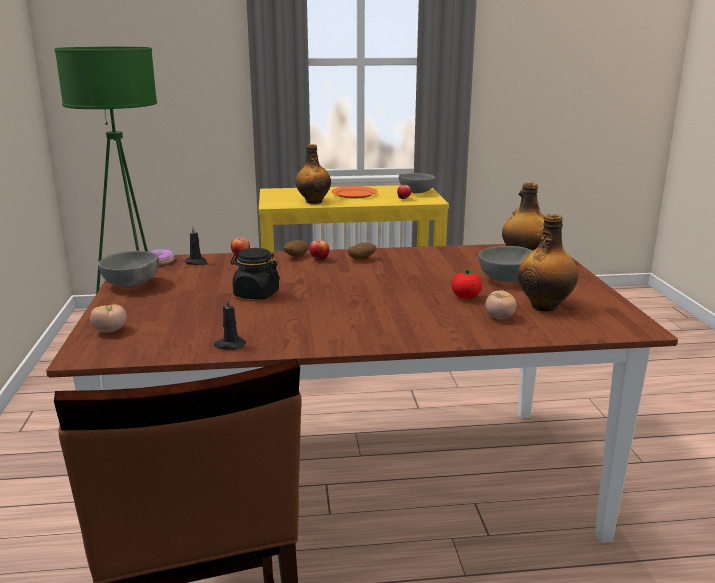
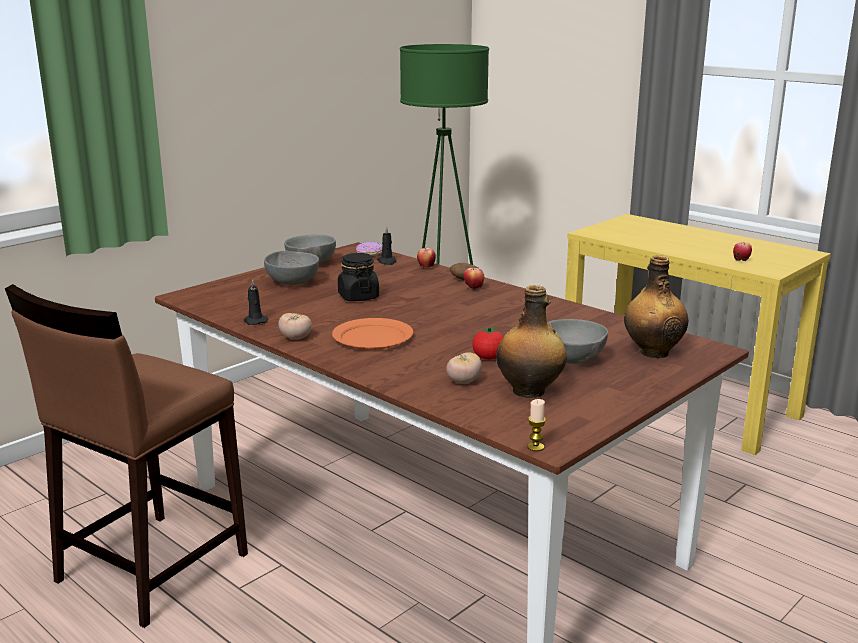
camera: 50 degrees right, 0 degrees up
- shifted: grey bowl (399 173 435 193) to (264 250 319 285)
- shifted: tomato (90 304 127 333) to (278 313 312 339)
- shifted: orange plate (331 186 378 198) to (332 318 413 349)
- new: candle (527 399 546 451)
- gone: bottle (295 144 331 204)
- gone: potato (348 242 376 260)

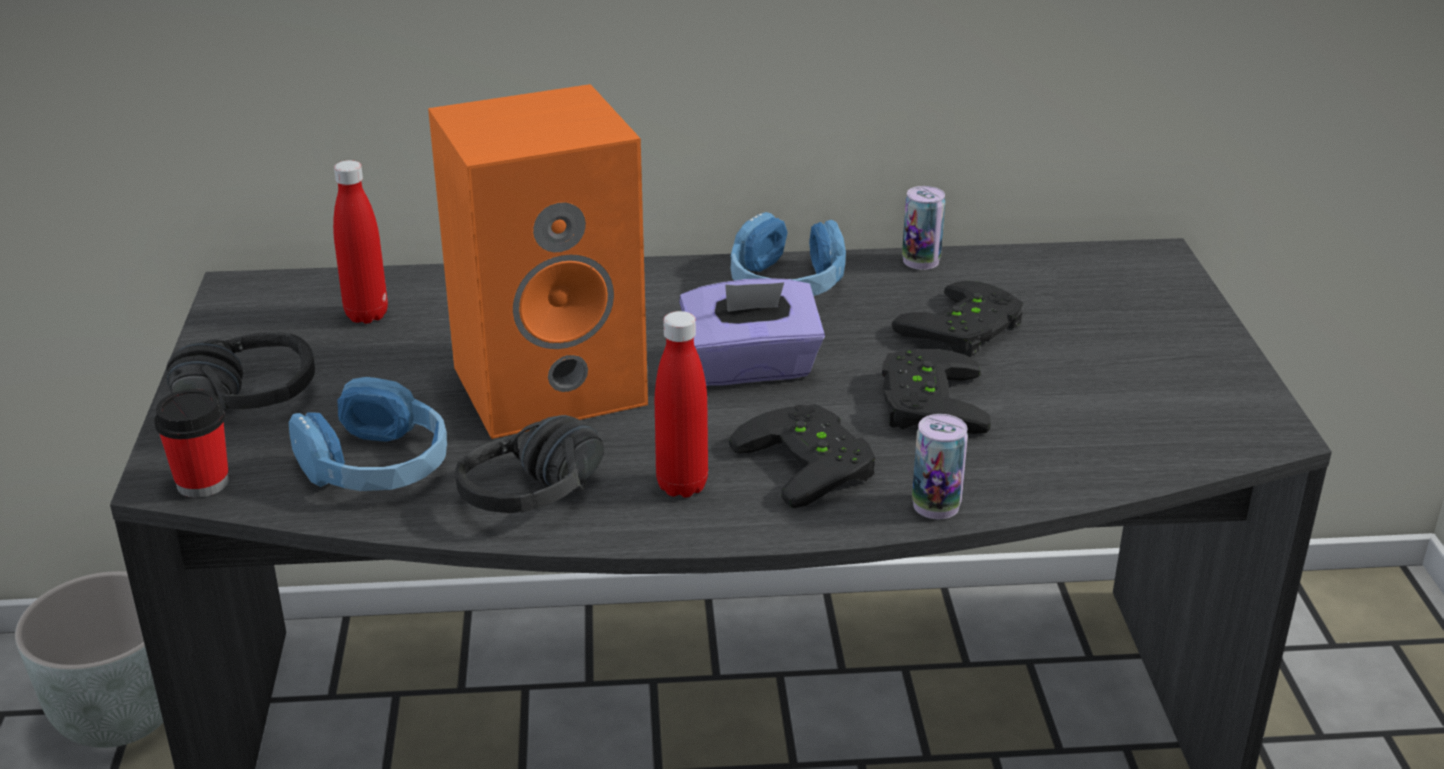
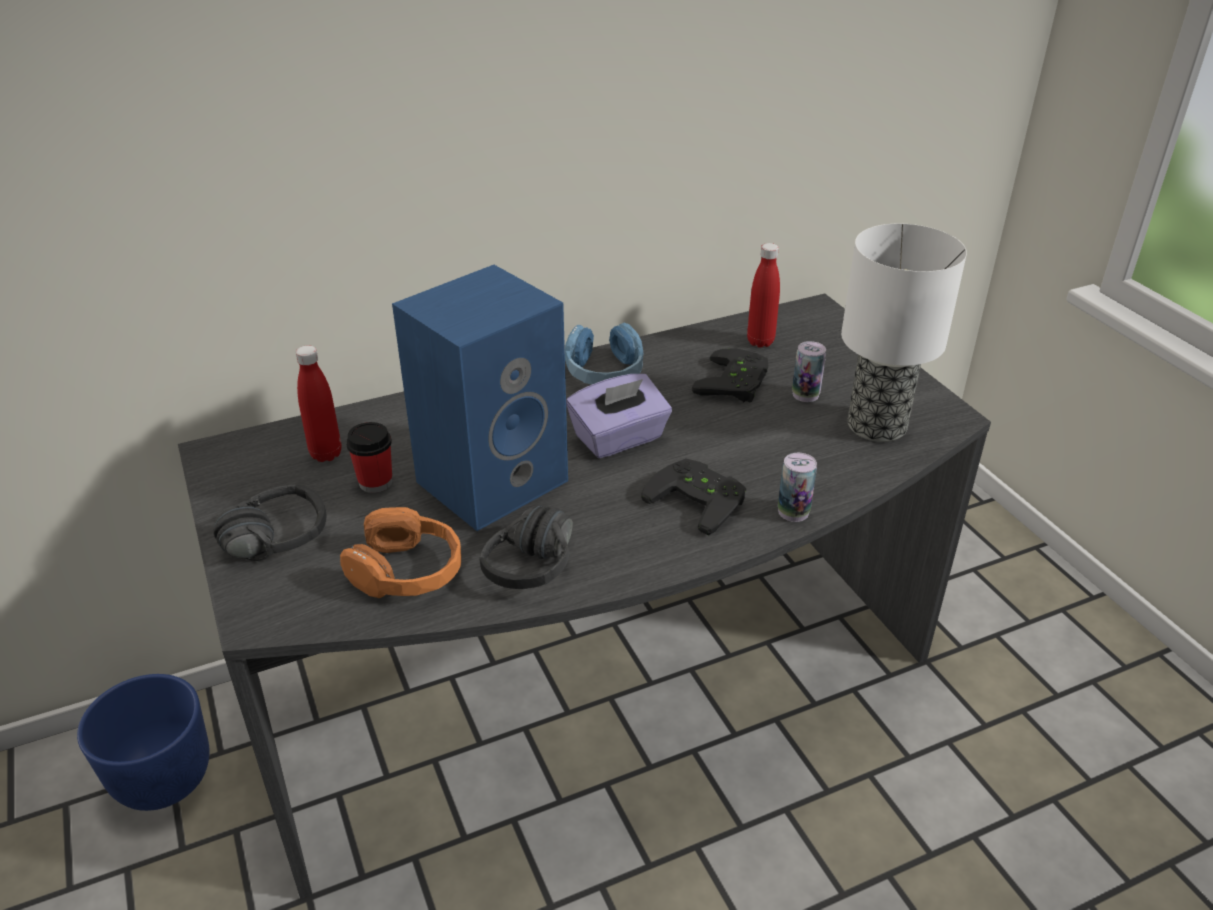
camera: 20 degrees left, 5 degrees up
- repainted: grey planter (15 571 163 748) to blue planter (77 674 209 811)
- repainted: blue headphones (289 377 447 491) to orange headphones (340 507 461 598)
- shifted: cup (154 389 229 498) to (346 422 392 493)
- repainted: orange speaker (428 84 648 439) to blue speaker (392 265 568 531)
- shifted: red bottle (655 311 708 498) to (747 243 780 348)
- shifted: can (902 186 945 270) to (792 341 826 402)
- new: table lamp (841 224 967 442)
- gone: black game controller (882 349 991 434)

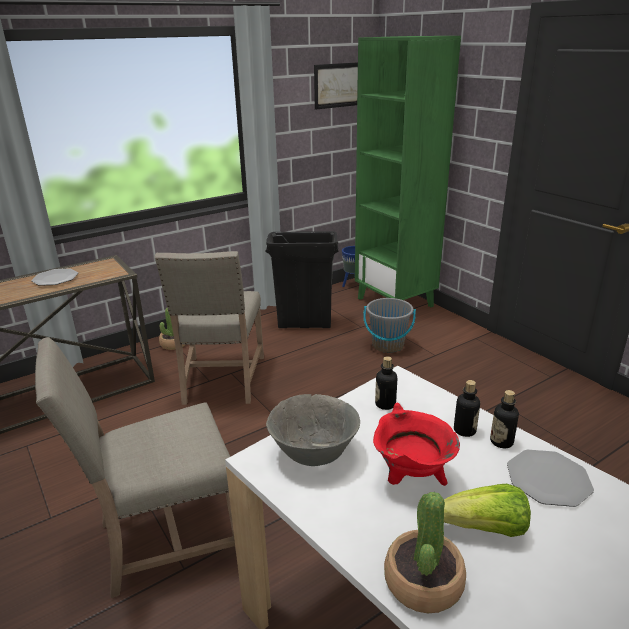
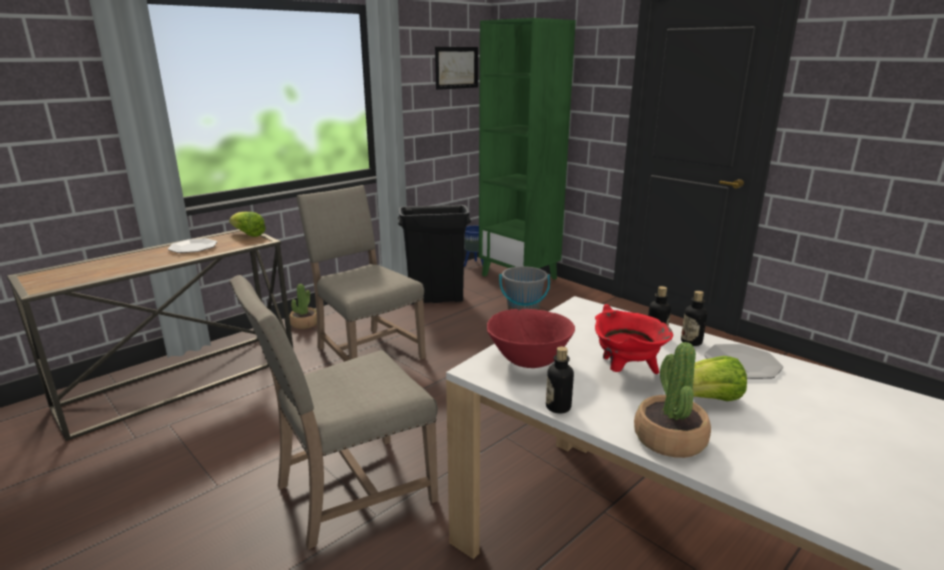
camera: 10 degrees left, 5 degrees down
- new: lettuce (229 212 266 237)
- rotated: beige chair (155 251 264 405) = (296 185 426 362) 150 degrees clockwise
- repainted: grey bowl (266 394 360 466) to red bowl (487 309 575 368)
- shifted: bottle (375 356 397 410) to (546 346 574 414)

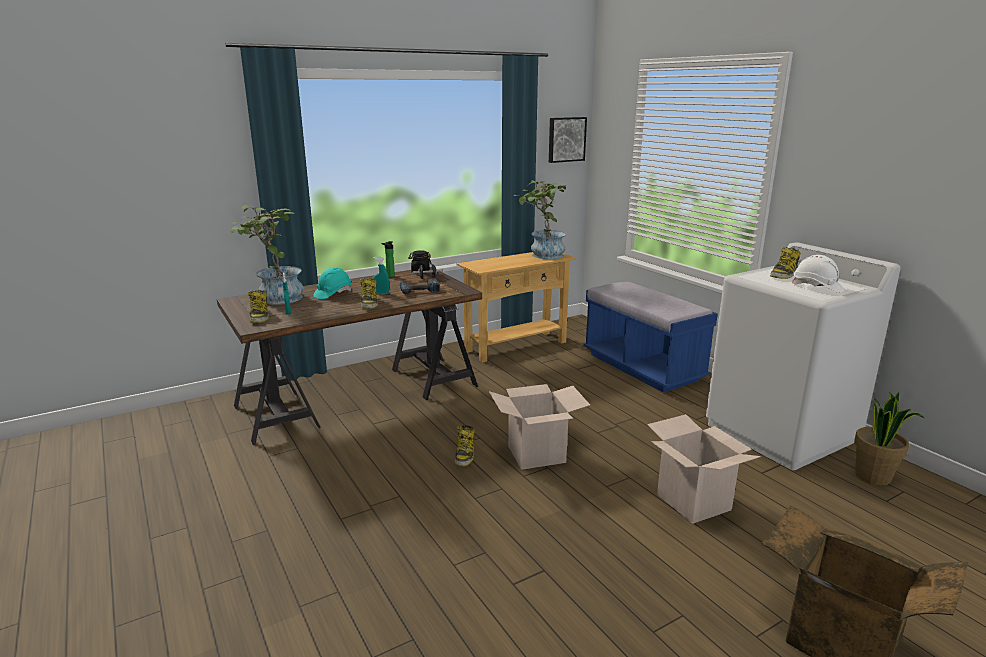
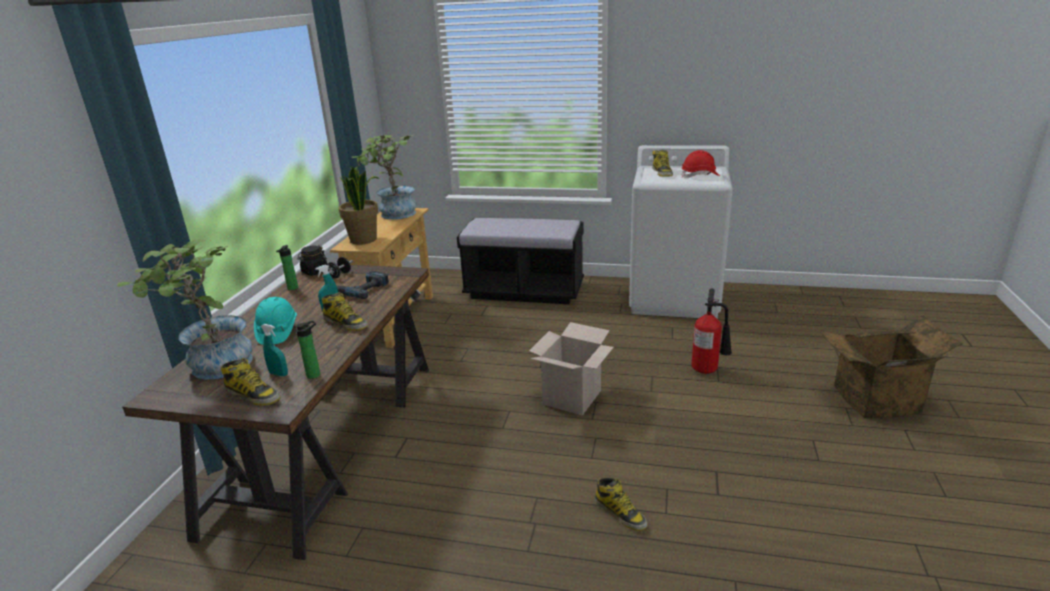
camera: 45 degrees left, 5 degrees up
- new: bottle (295 320 320 379)
- shifted: potted plant (854 392 925 486) to (339 167 379 245)
- repainted: blue bench (583 282 718 392) to black bench (457 218 584 304)
- shifted: boot (455 425 475 466) to (595 478 648 531)
- repainted: white hard hat (792 255 844 293) to red hard hat (681 150 720 178)
- swapped: cardboard box (647 414 761 524) to fire extinguisher (692 288 732 374)
- gone: picture (549 117 587 163)

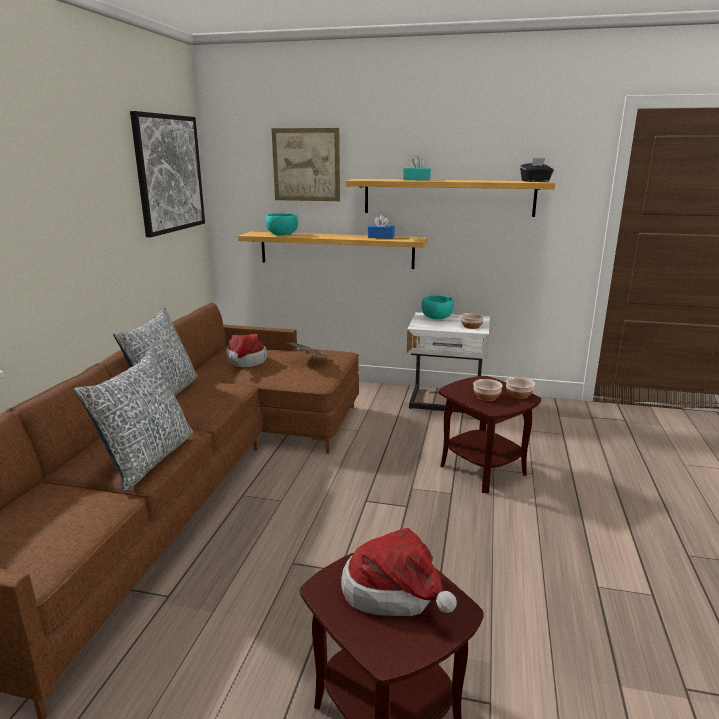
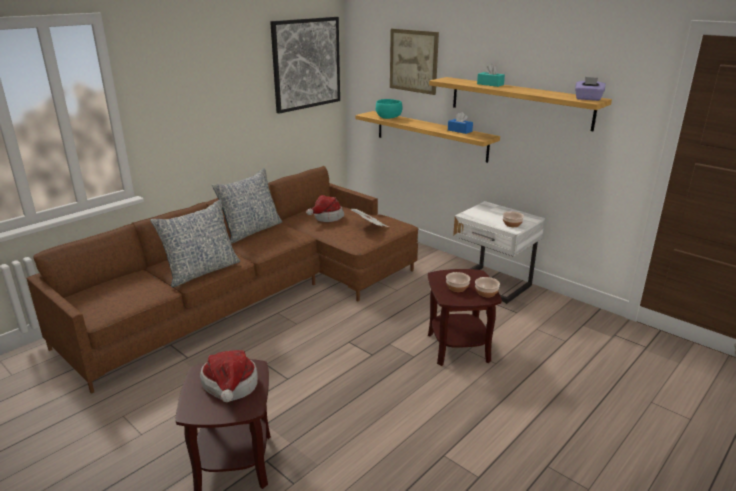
camera: 30 degrees right, 5 degrees up
- repainted: black tissue box (520 158 554 182) to purple tissue box (575 77 606 101)
- gone: turquoise bowl (421 295 454 319)

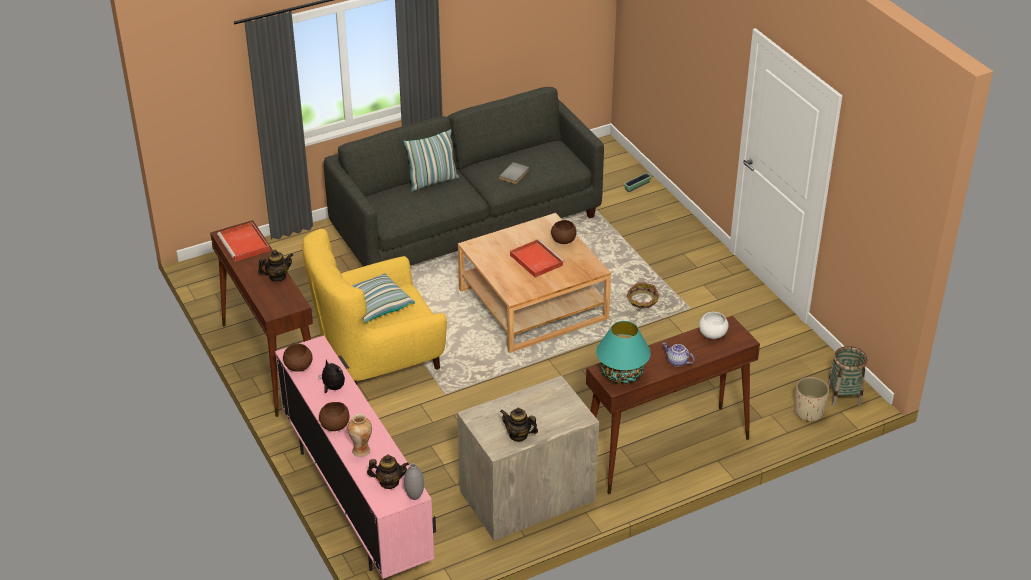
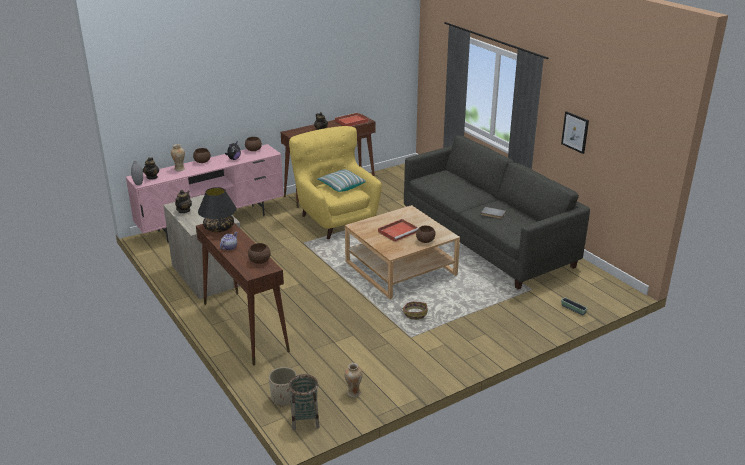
camera: 85 degrees right, 10 degrees down
- repainted: turquoise table lamp (596 321 651 384) to black table lamp (198 187 237 232)
- repainted: white bowl (699 312 728 339) to brown bowl (248 243 271 264)
- new: vase (344 363 363 397)
- new: picture (561 111 589 154)
- gone: pillow (403 129 459 192)

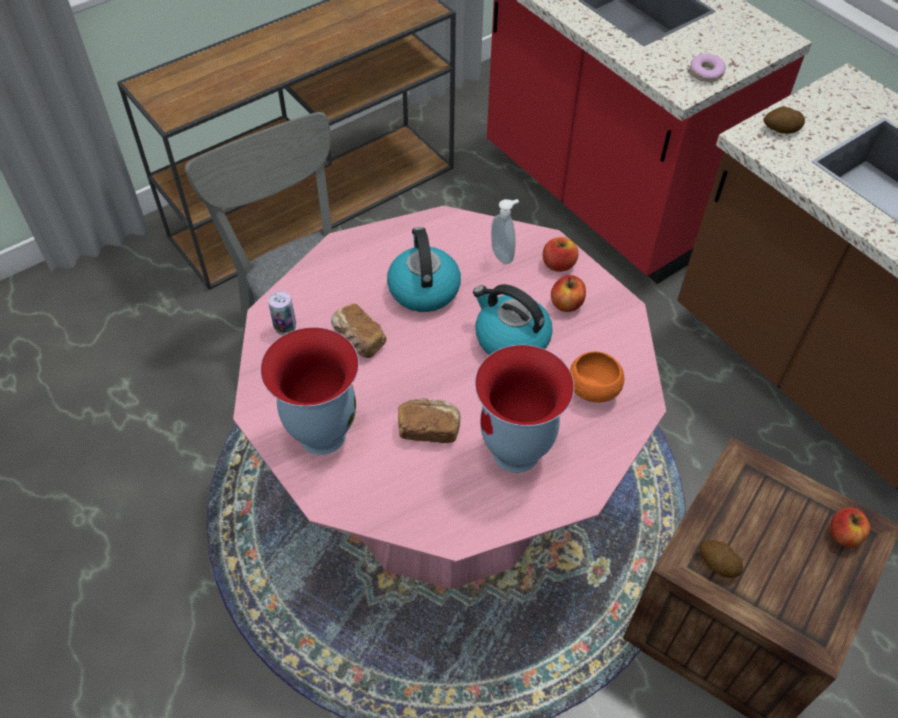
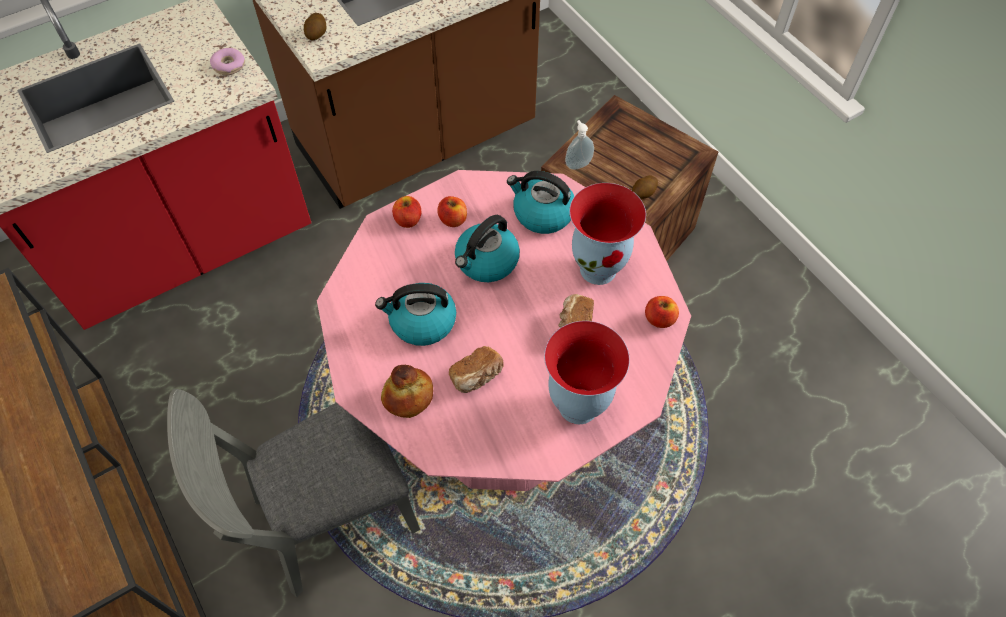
camera: 85 degrees left, 5 degrees up
- new: bread (381 365 433 418)
- swapped: orange bowl (570 351 624 402) to kettle (507 171 574 234)
- shifted: soap dispenser (491 199 519 265) to (565 120 594 170)
- shifted: apple (830 507 870 547) to (645 296 679 328)
- gone: can (268 291 296 336)

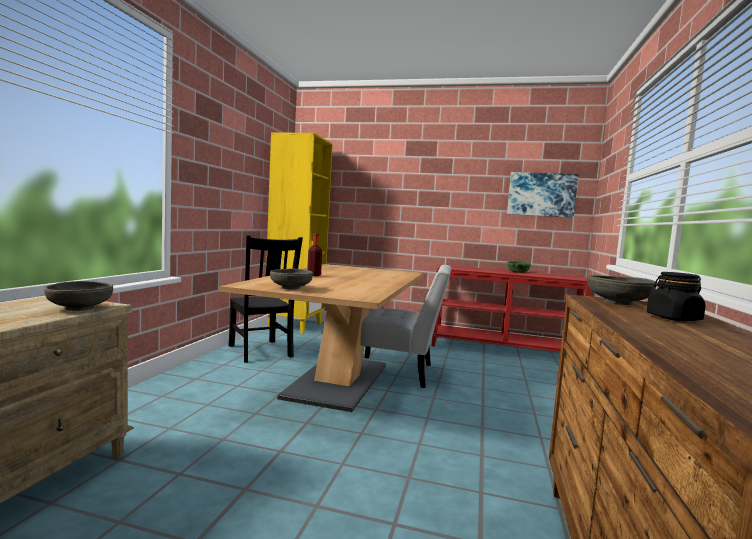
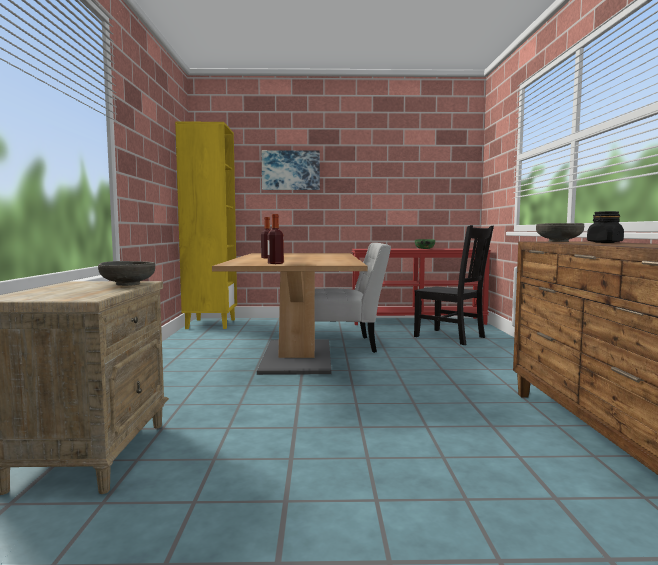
camera: 15 degrees left, 0 degrees up
- shifted: picture (507 172 578 218) to (262 150 320 190)
- swapped: grey bowl (270 269 313 290) to bottle (267 214 284 264)
- shifted: black chair (229 235 303 363) to (414 225 494 345)

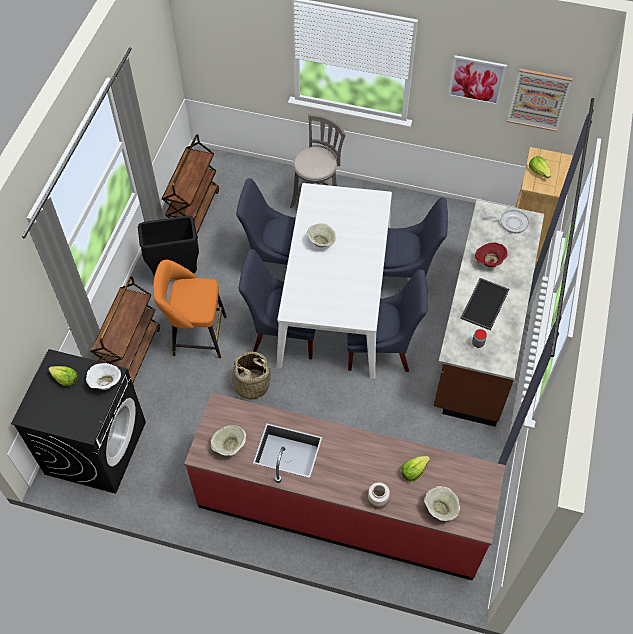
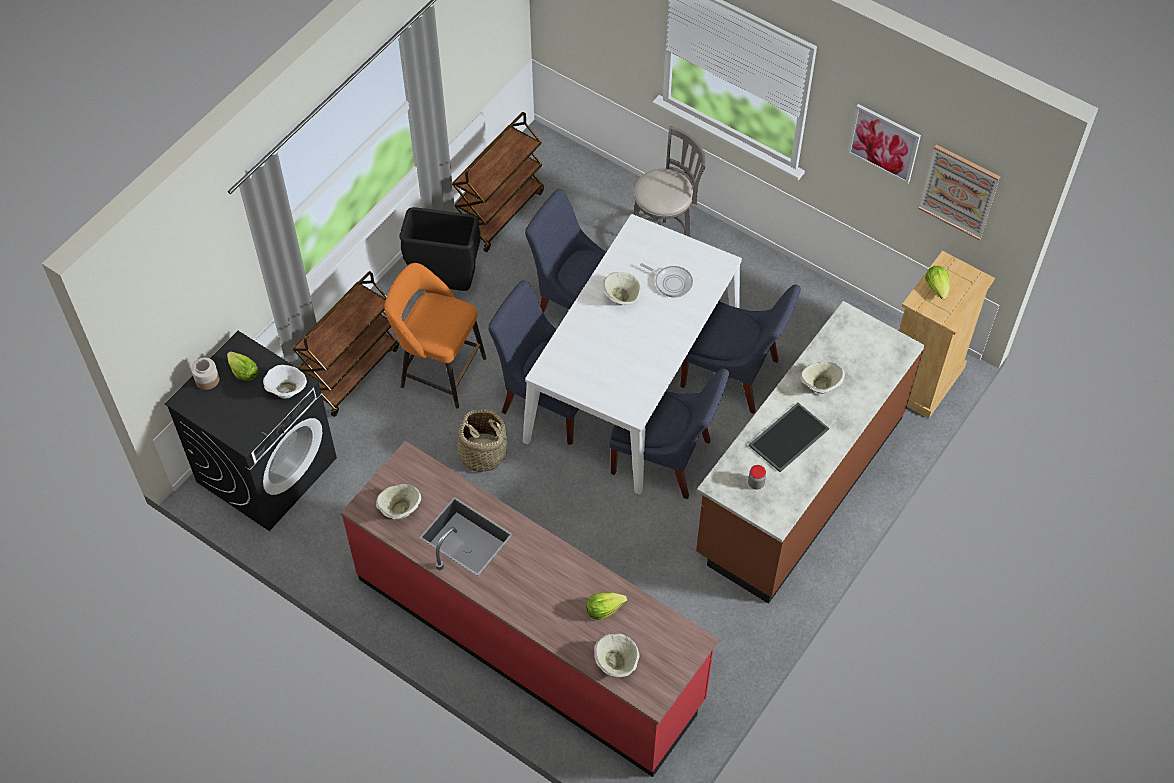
camera: 20 degrees right, 0 degrees up
- shifted: jar (368 482 390 509) to (191 358 220 390)
- shifted: frying pan (485 210 529 233) to (640 263 693 298)
- repainted: red bowl (475 243 508 267) to beige bowl (801 361 845 394)

